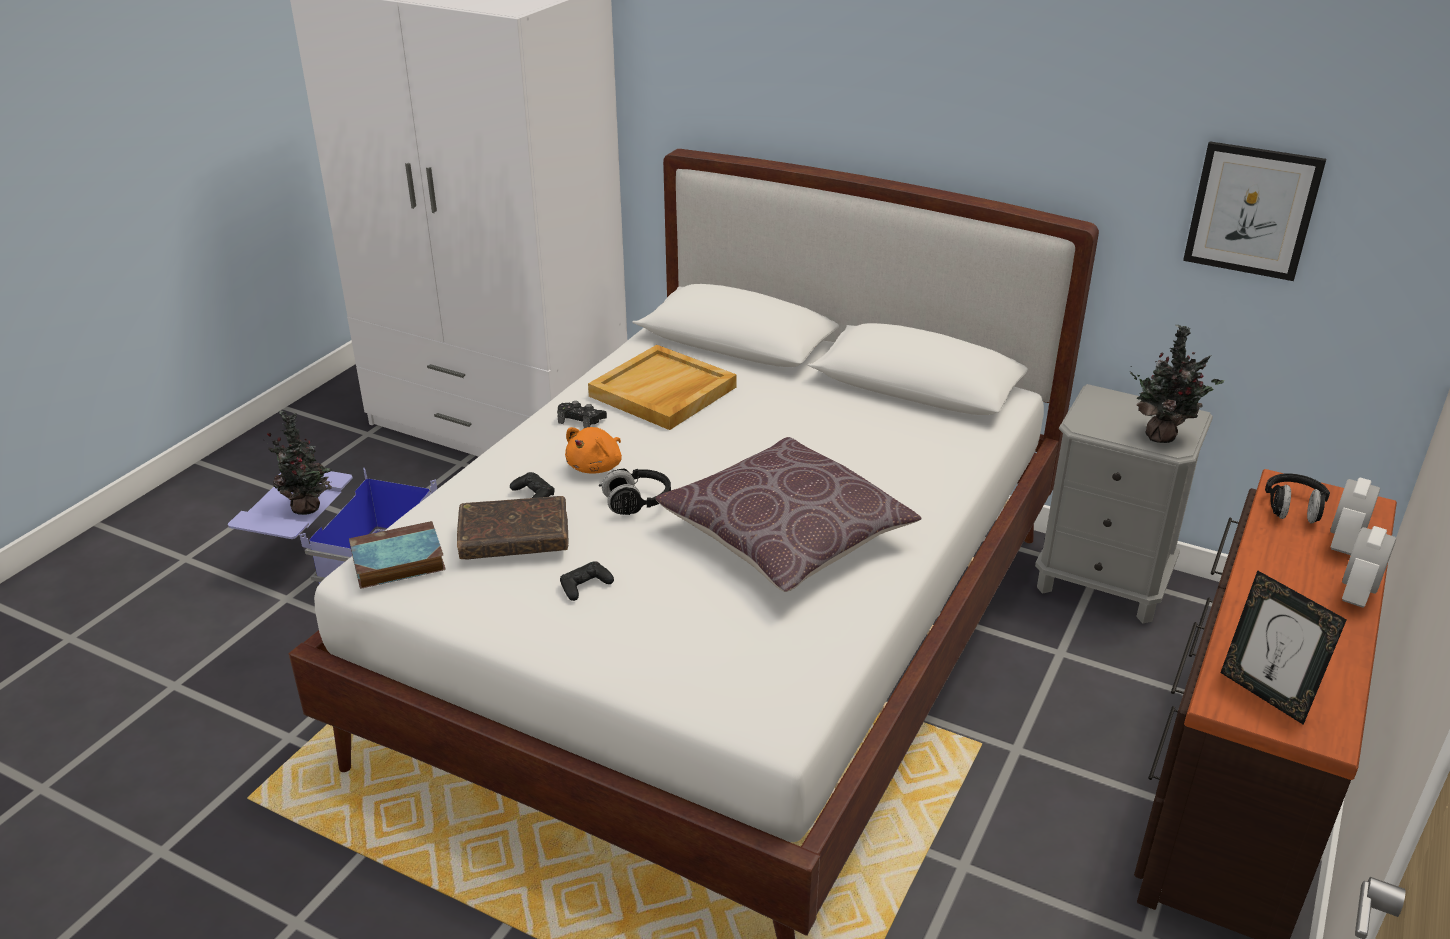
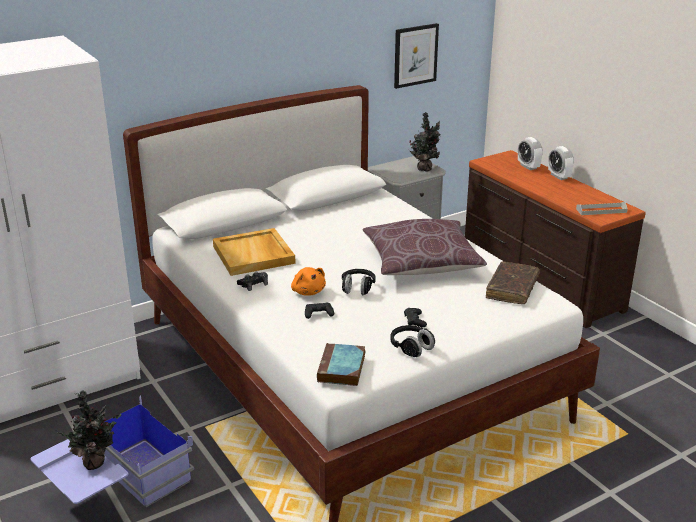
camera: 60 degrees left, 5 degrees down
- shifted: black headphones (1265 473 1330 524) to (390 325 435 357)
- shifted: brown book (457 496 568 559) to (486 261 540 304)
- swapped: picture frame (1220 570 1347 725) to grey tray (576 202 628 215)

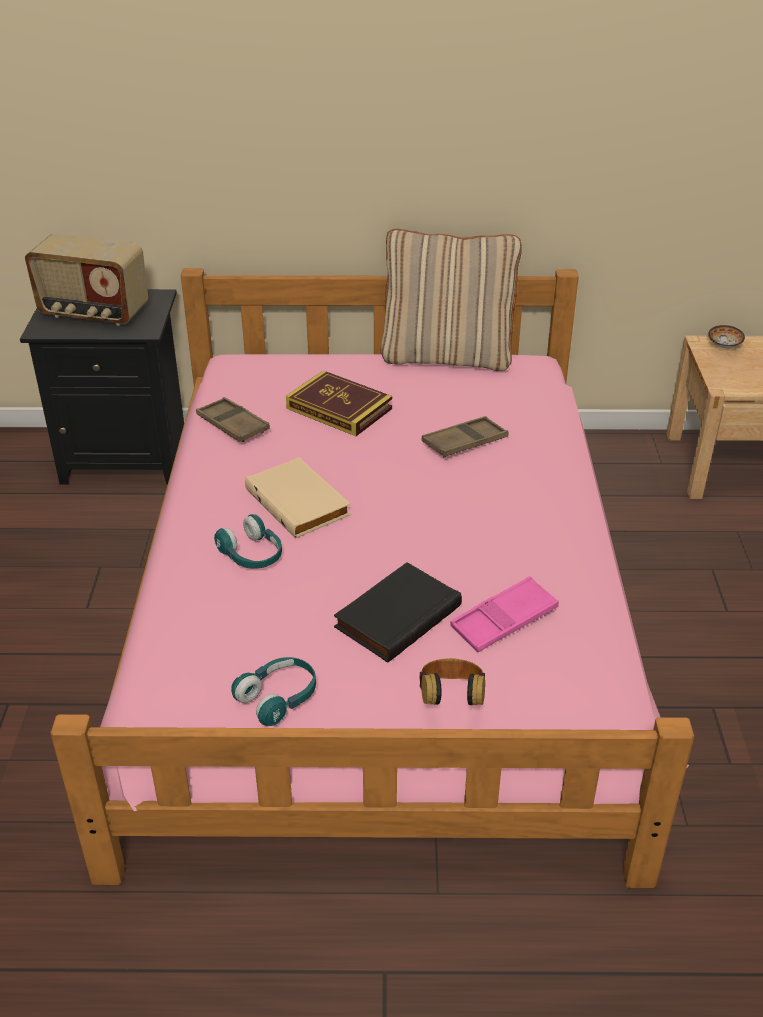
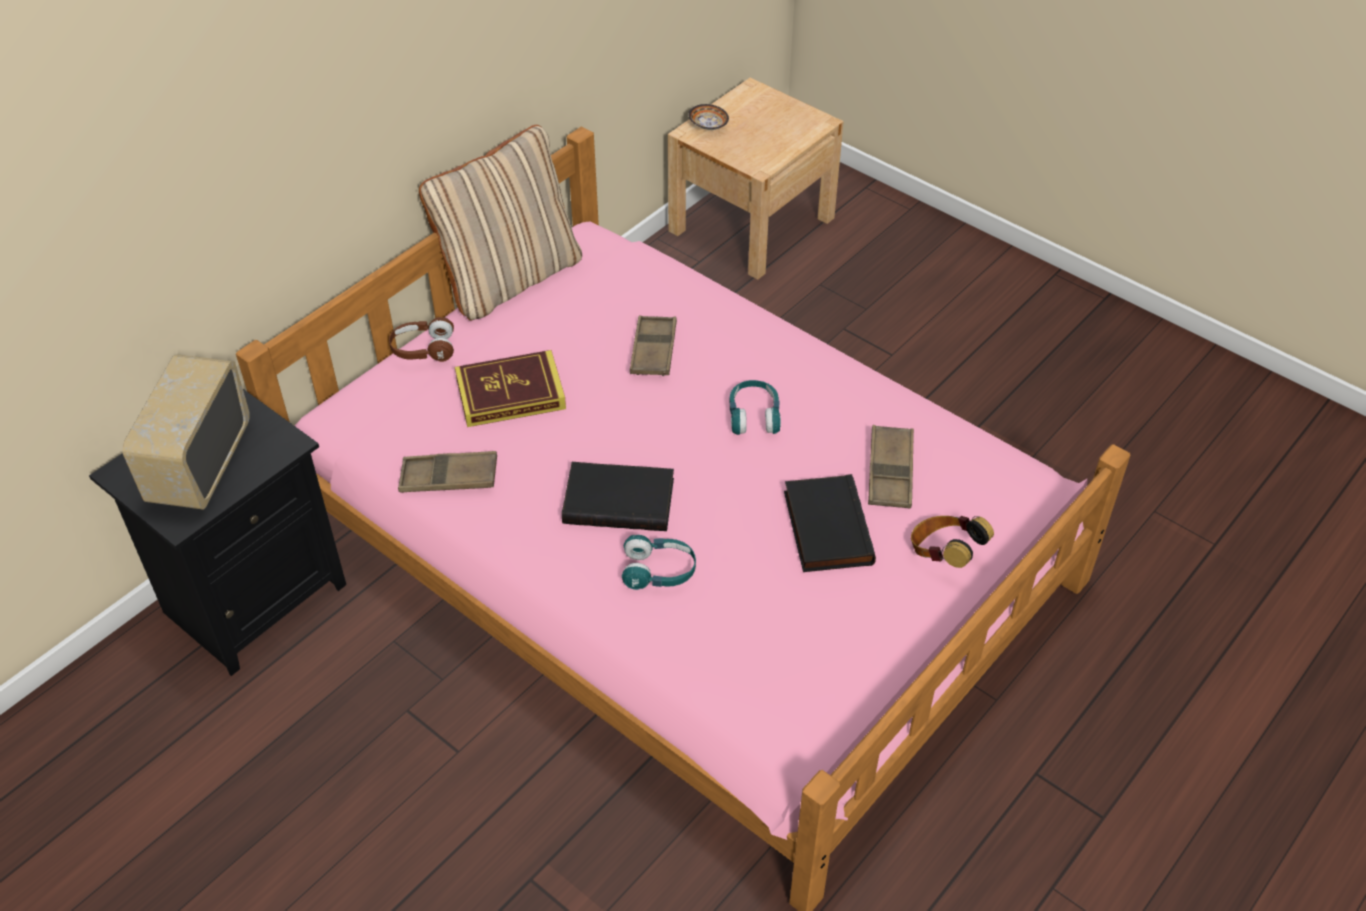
camera: 50 degrees left, 10 degrees up
- rotated: radio (25 234 148 326) = (123 354 250 510) 135 degrees clockwise
- new: brown headphones (389 317 454 362)
- repainted: beige book (245 457 351 538) to black book (562 462 674 531)
- shifted: turquoise headphones (231 657 316 726) to (729 380 781 435)
- repainted: pink tray (450 576 559 652) to brown tray (868 425 914 509)

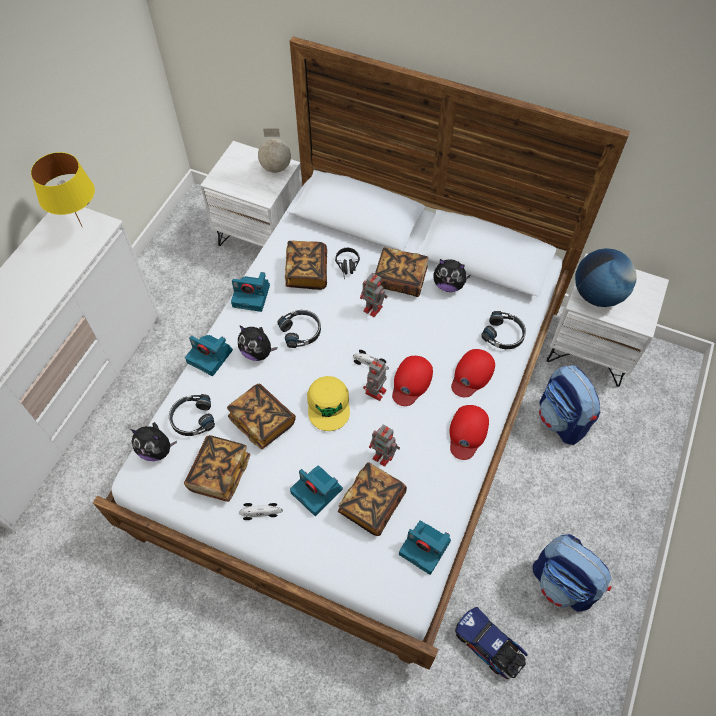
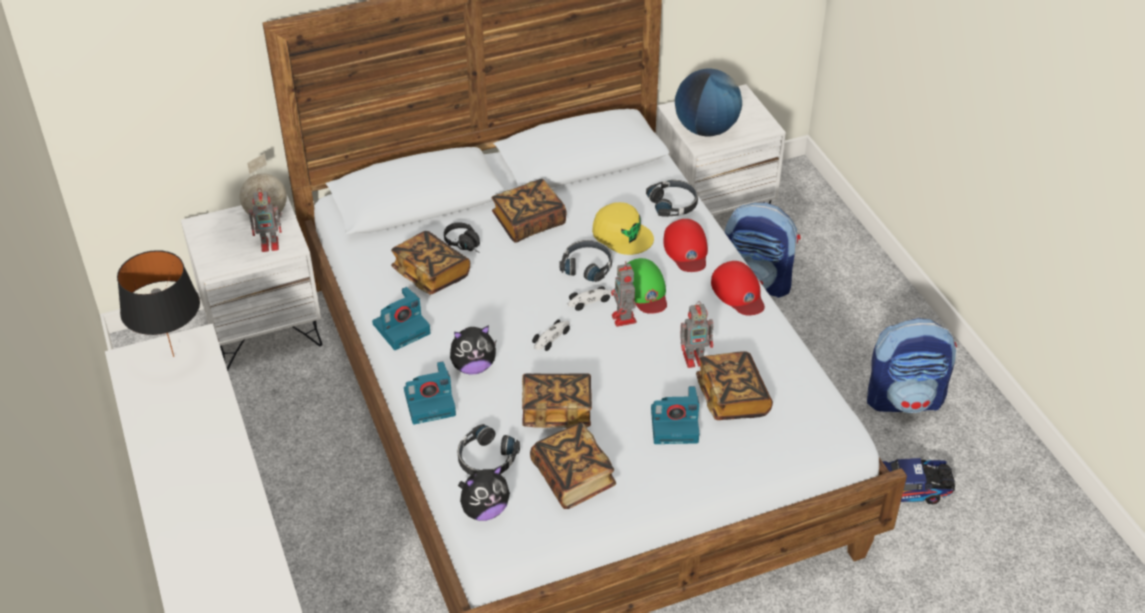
camera: 45 degrees left, 15 degrees down
- repainted: yellow table lamp (31 152 95 228) to black table lamp (117 250 200 357)
- shifted: toy robot (360 273 387 317) to (248 188 283 252)
- shifted: toy car (240 503 283 520) to (532 320 570 351)
- shifted: black headphones (278 310 321 348) to (560 240 612 282)
- shifted: yellow cap (307 376 350 431) to (592 202 654 255)
- repainted: red cap (392 356 433 406) to green cap (627 258 667 314)
- gone: photo camera (399 521 451 575)
- gone: plush toy (434 259 470 292)

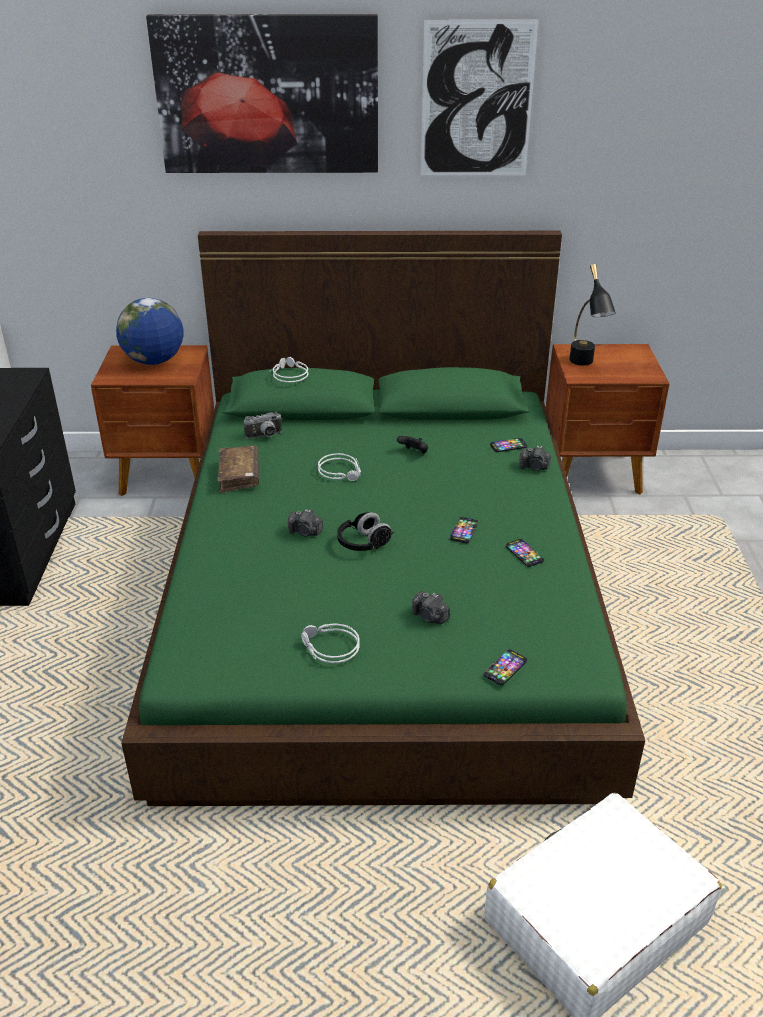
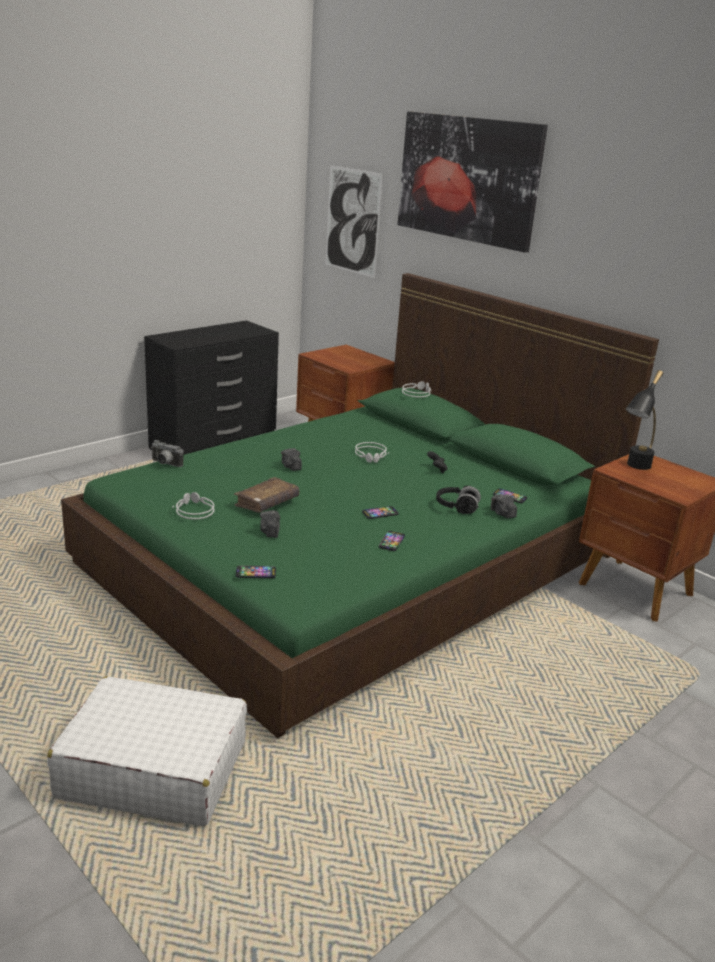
camera: 45 degrees right, 10 degrees down
- shifted: photo camera (244 412 283 439) to (151 440 184 467)
- shifted: brown book (218 445 259 493) to (234 477 299 513)
- shifted: picture (421 20 539 175) to (325 165 383 278)
- shifted: black headphones (337 512 394 551) to (436 486 481 514)
- gone: globe (116 298 184 365)

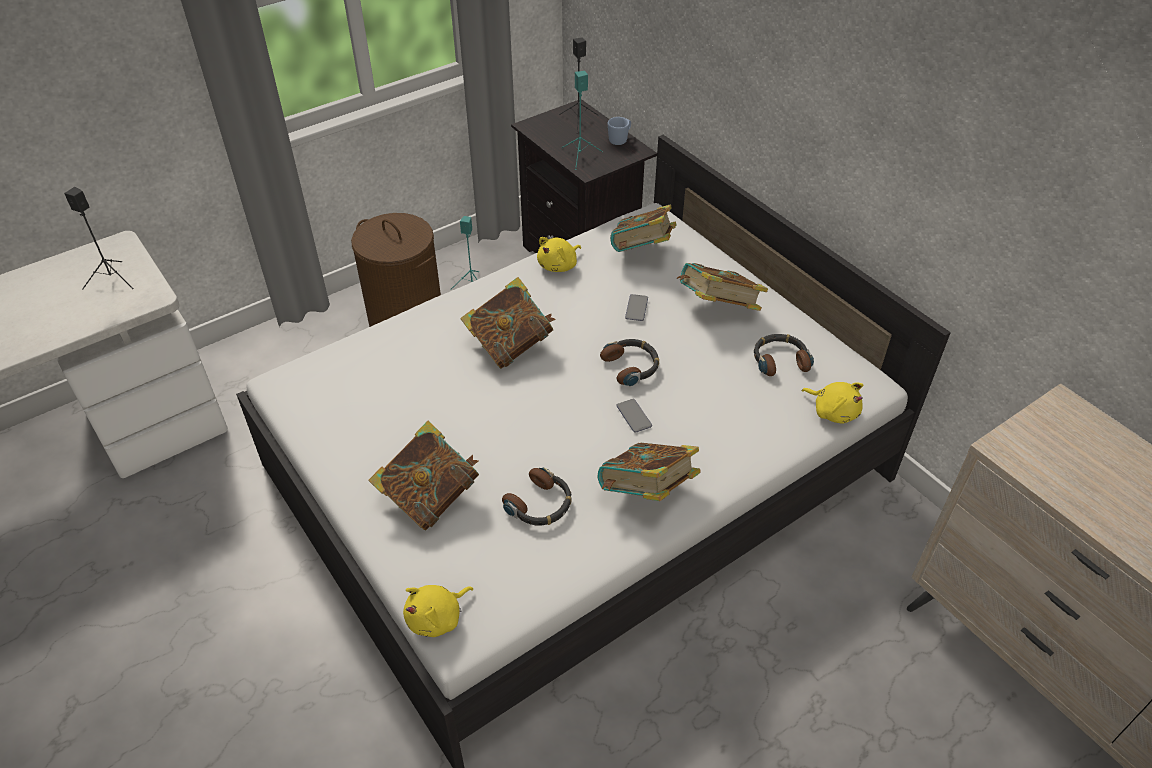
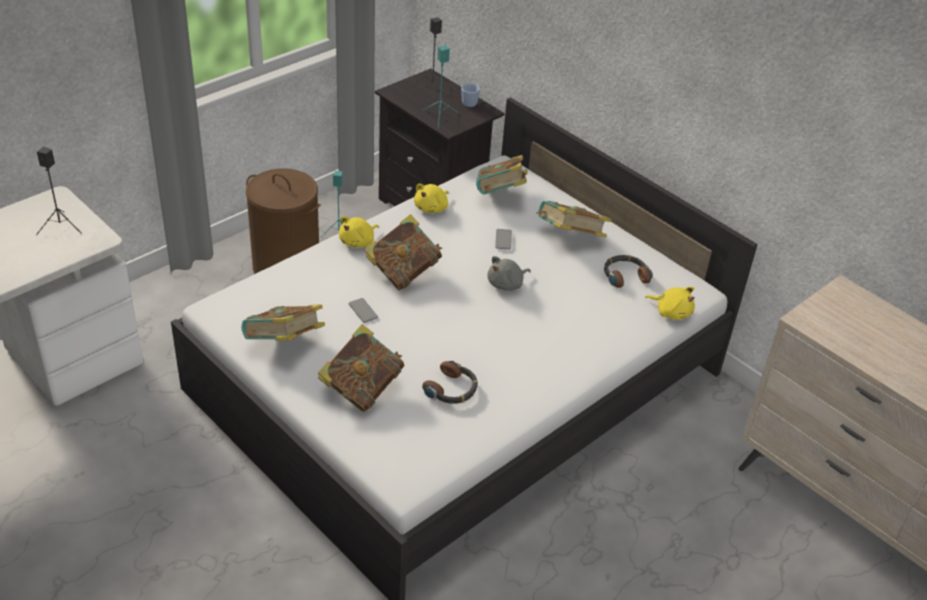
camera: 10 degrees left, 5 degrees down
- shifted: book (597 443 701 501) to (242 304 325 341)
- shifted: yellow plush toy (403 585 473 637) to (339 216 379 248)
- shifted: phone (616 399 652 433) to (349 298 378 323)
- swapped: headphones (600 339 659 386) to grey plush toy (487 256 531 291)

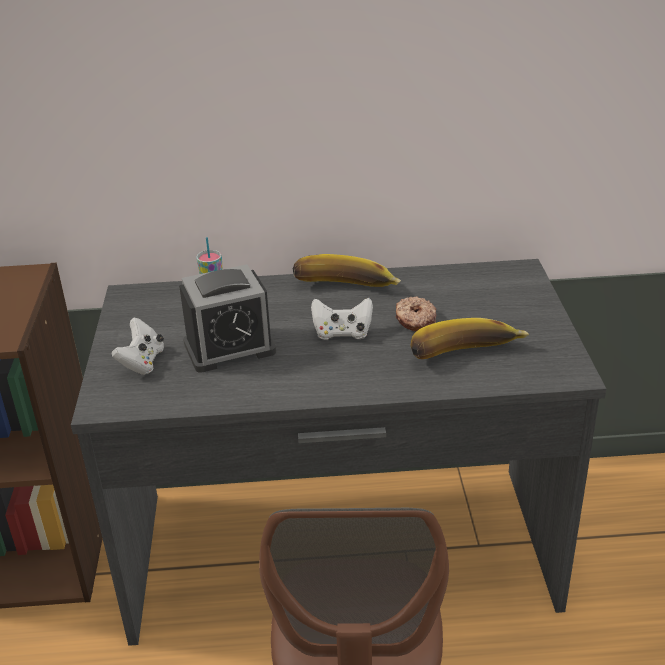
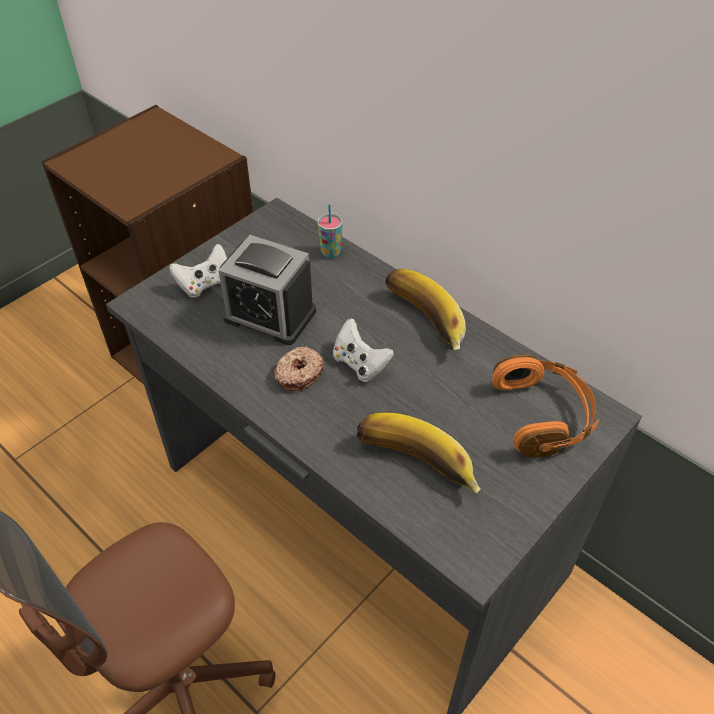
camera: 45 degrees right, 15 degrees up
- shifted: donut (395 297 436 332) to (274 346 324 391)
- new: orange headphones (492 354 599 458)

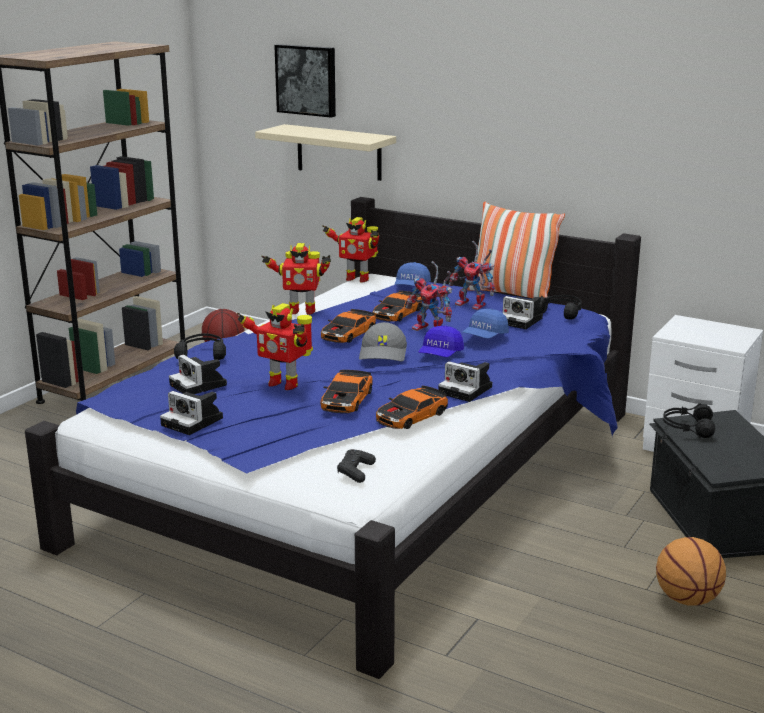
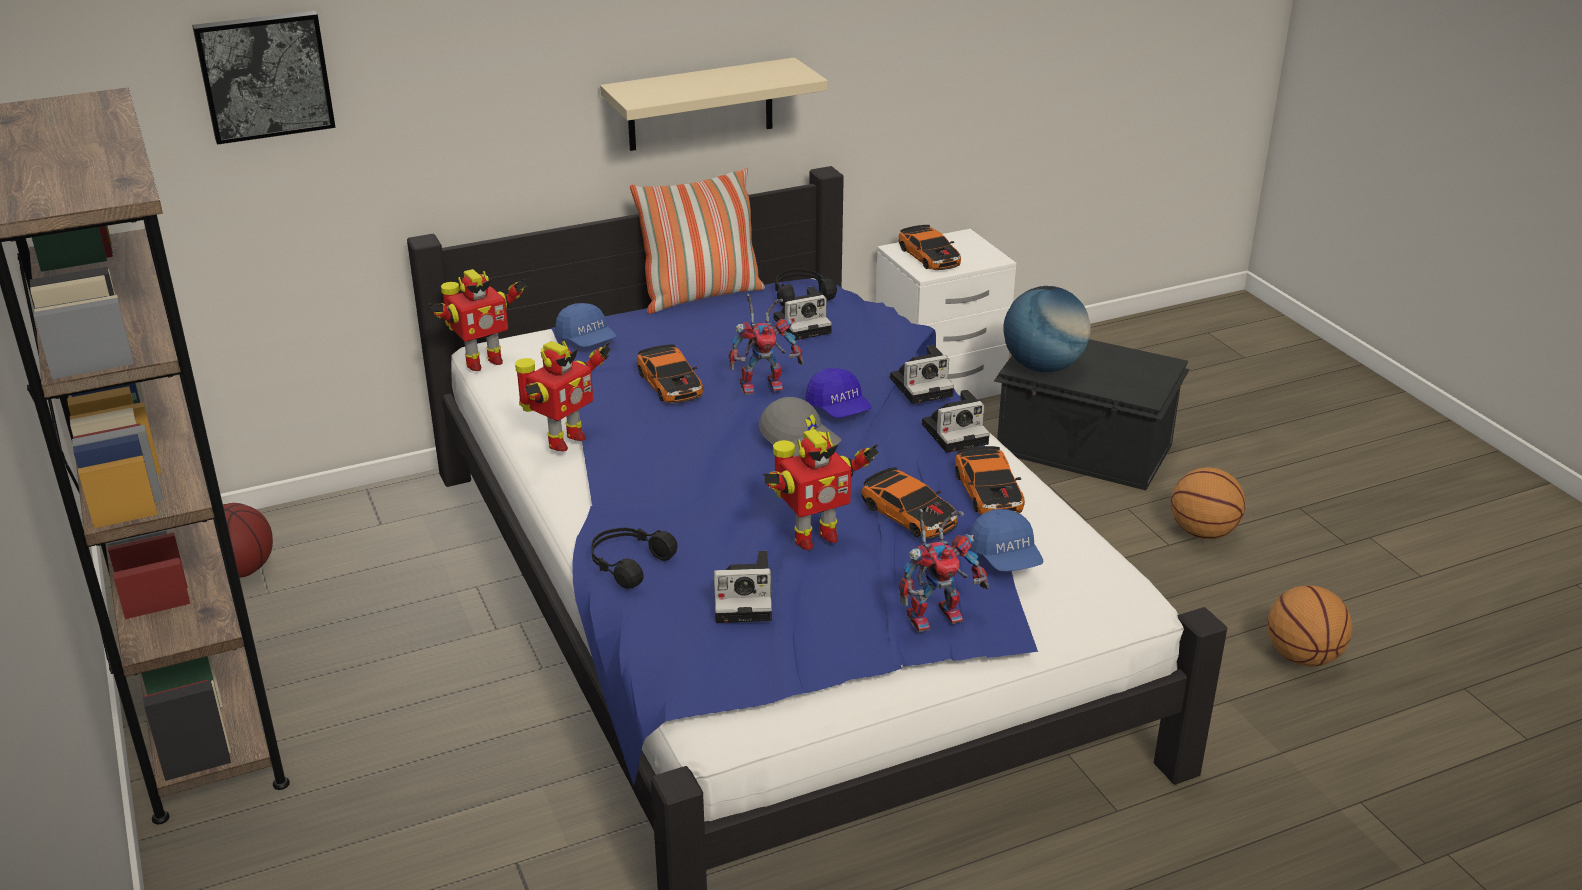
camera: 55 degrees left, 10 degrees up
- shifted: beige shelf (255 124 396 181) to (600 57 828 151)
- shifted: photo camera (160 391 223 435) to (890 345 954 404)
- shifted: toy car (321 309 376 343) to (899 225 961 270)
- shifted: toy robot (449 241 495 310) to (899 509 989 632)
- shifted: blue cap (462 309 509 339) to (970 509 1044 572)
- swapped: black headphones (663 403 715 438) to globe (1003 286 1091 372)
- new: basketball (1268 585 1352 667)
- gone: black game controller (337 449 376 483)

